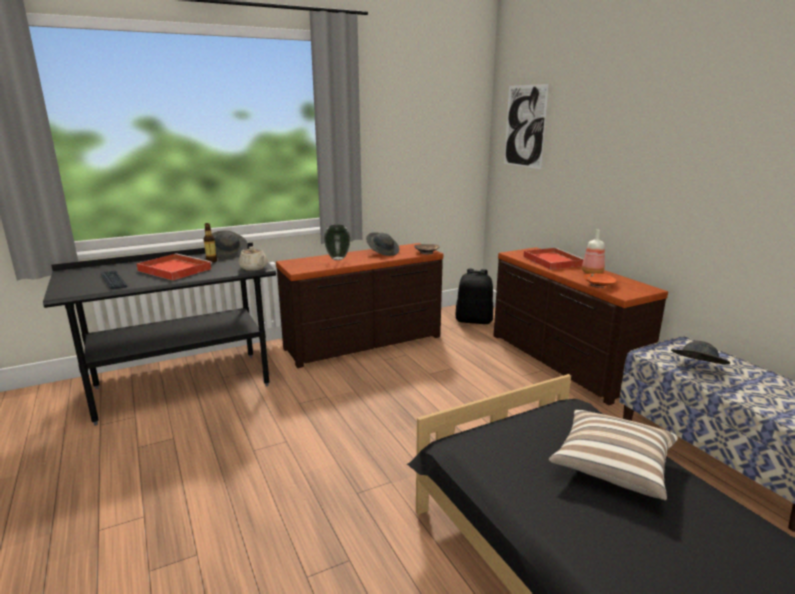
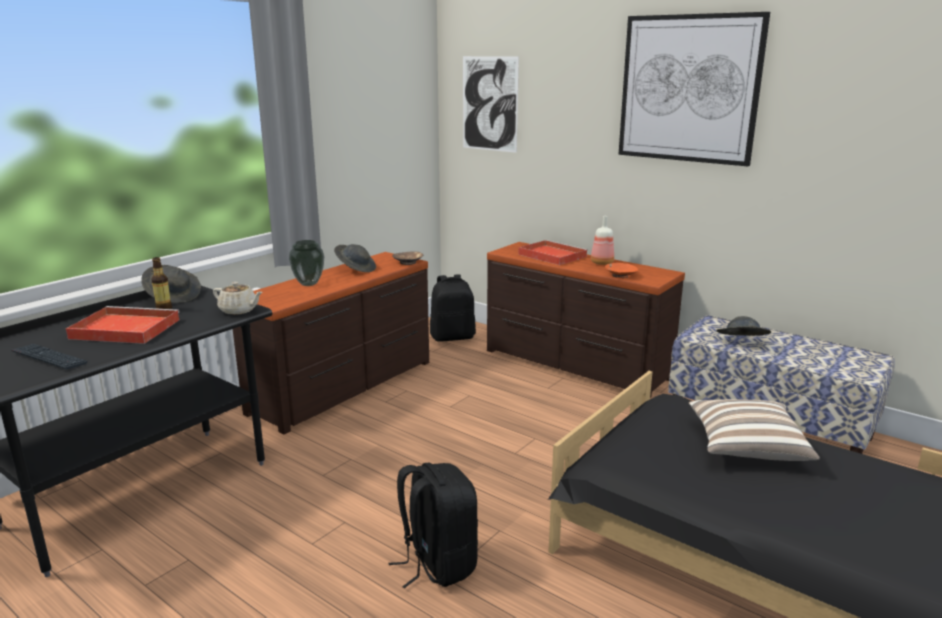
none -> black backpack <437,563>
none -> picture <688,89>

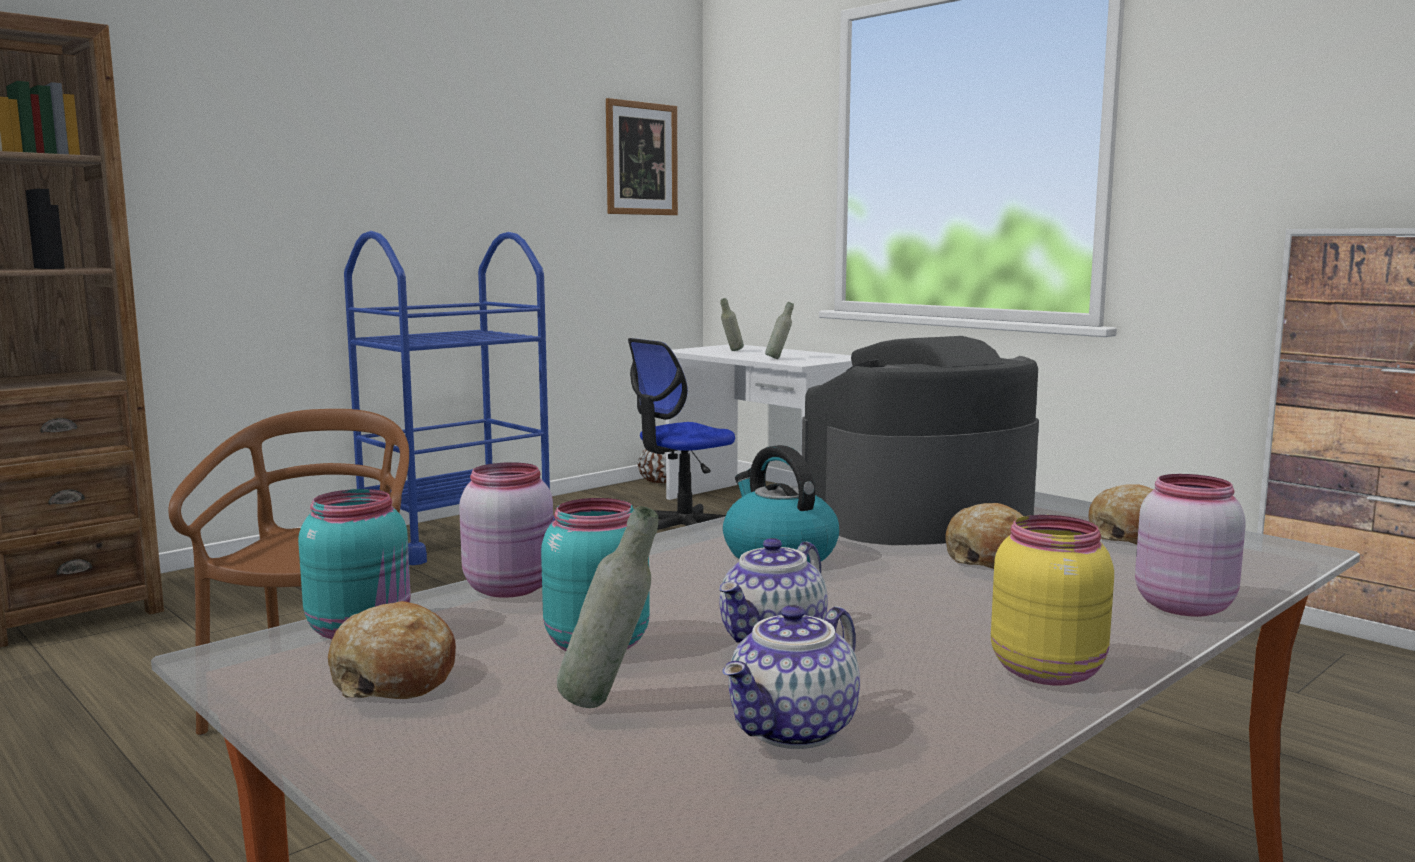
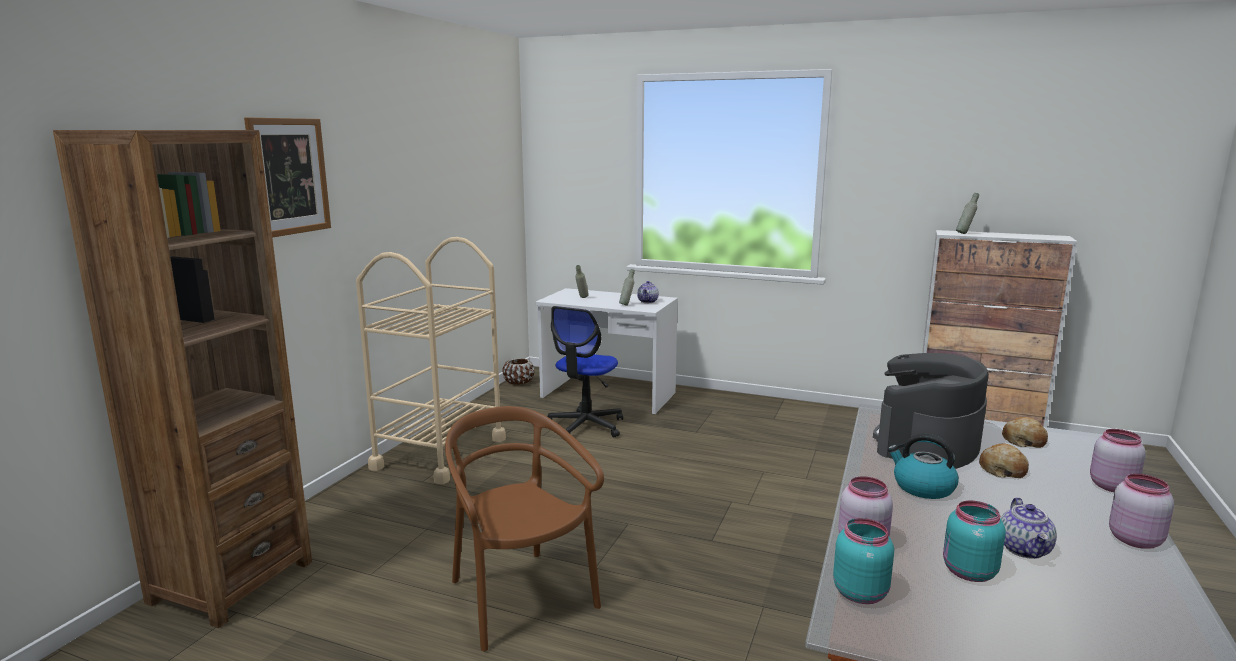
picture <641,159> -> picture <289,176>, move
bluish wheeled cart <456,536> -> beige-coloured wheeled cart <440,453>
tea pot <795,730> -> tea pot <648,301>, move
gray drink bottle <608,704> -> gray drink bottle <965,233>, move
yellowish storage jar <1047,670> -> pink storage jar <1134,539>
bakery bread <395,677> -> none

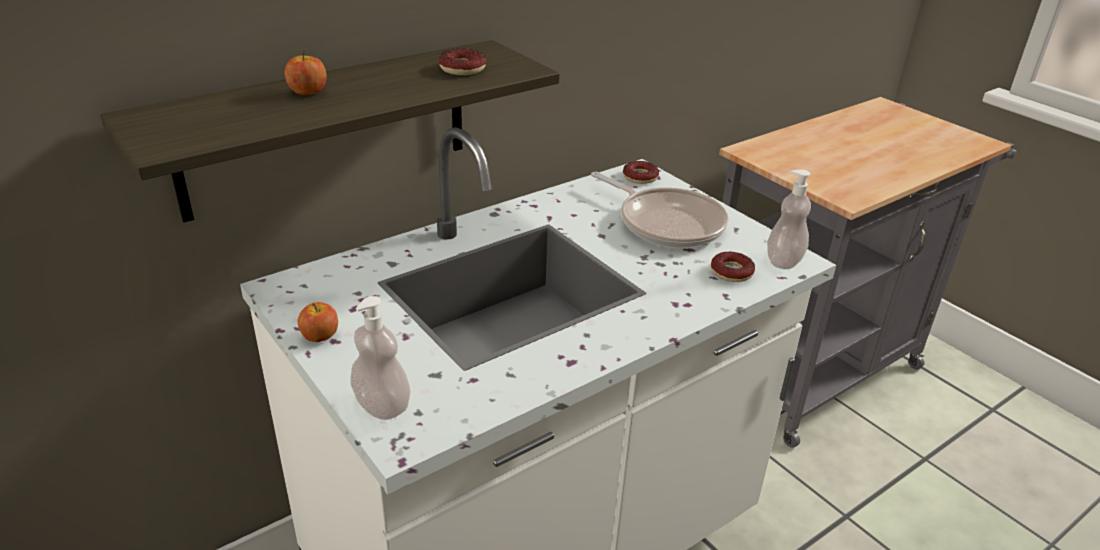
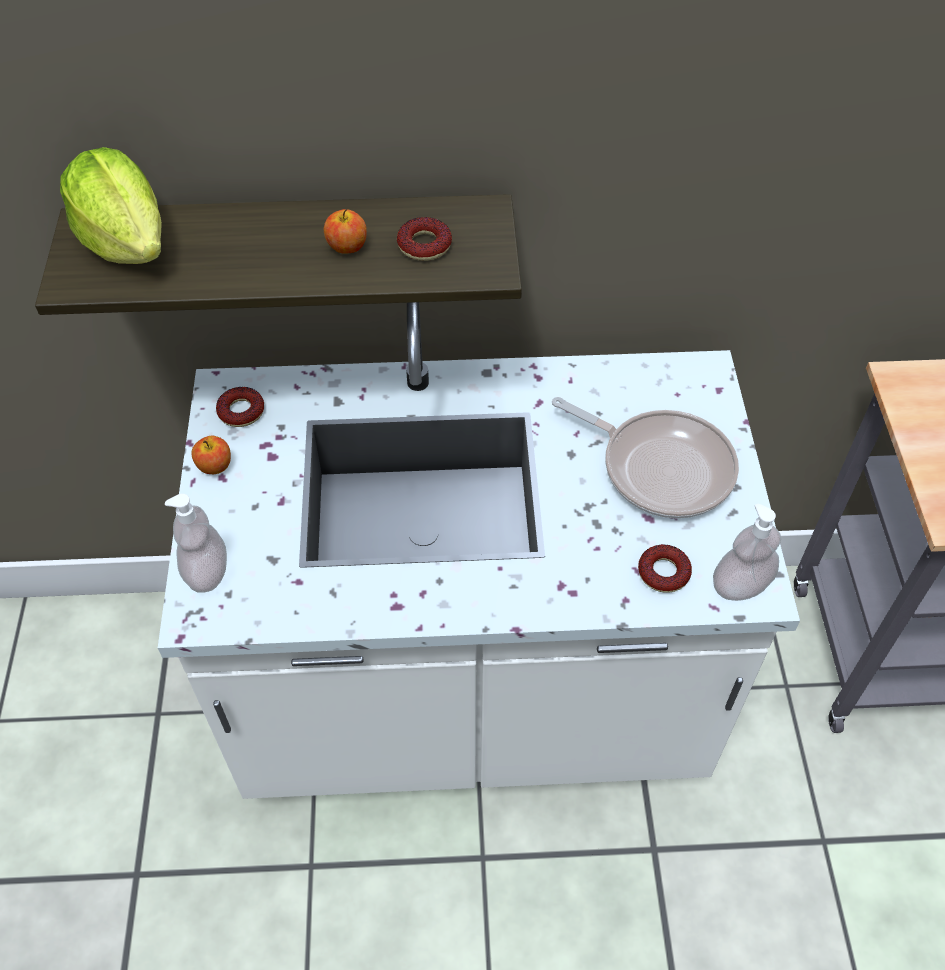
none -> lettuce head <126,242>
donut <640,177> -> donut <241,411>, move
apple <308,92> -> apple <347,247>, move
pan <666,223> -> pan <660,467>, 45 degrees counterclockwise

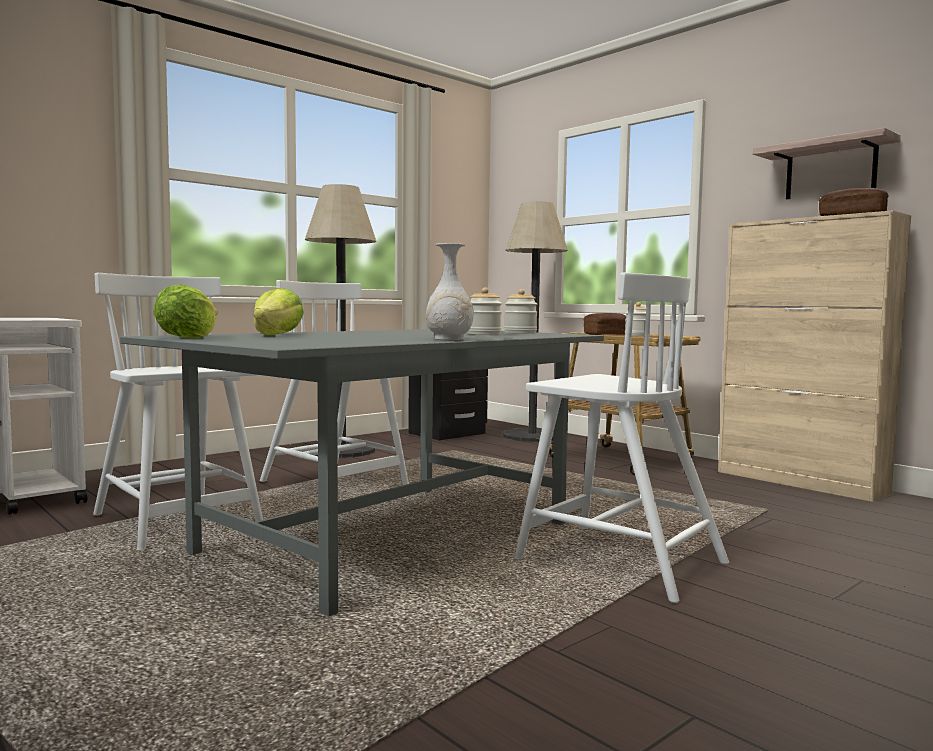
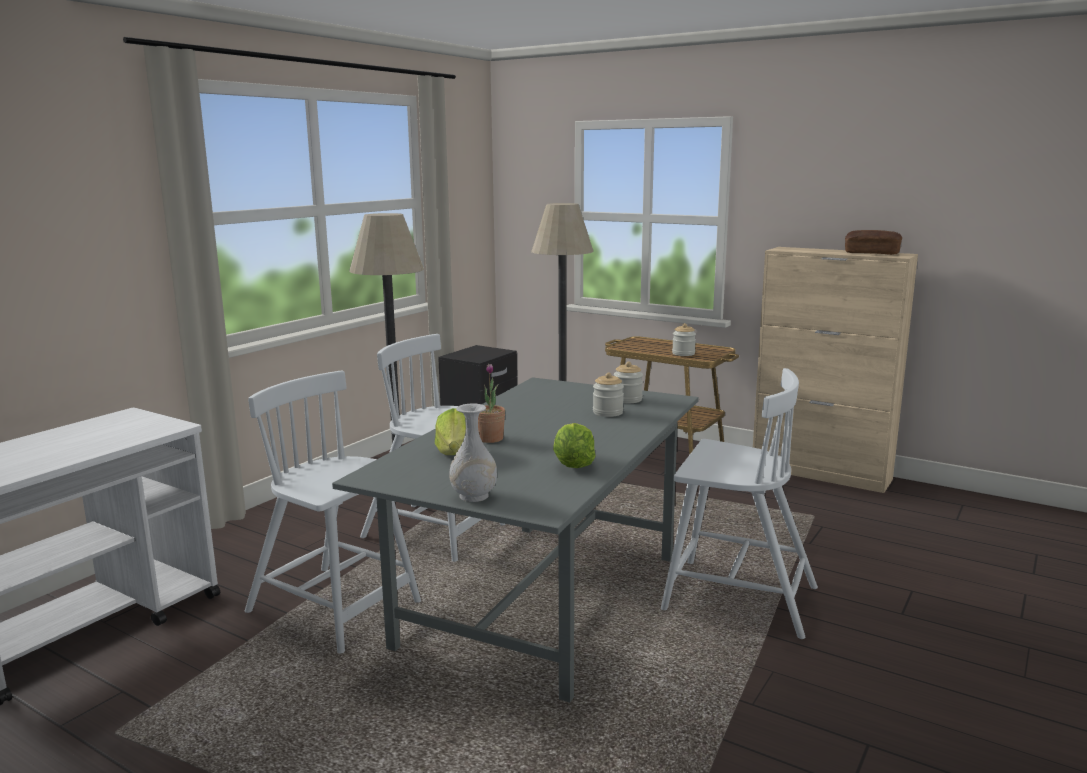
white vase <449,339> -> white vase <474,496>, move
none -> houseplant <490,439>
lettuce head <187,338> -> lettuce head <573,465>, move
bakery bread <606,334> -> none
bracket shelf <830,170> -> none

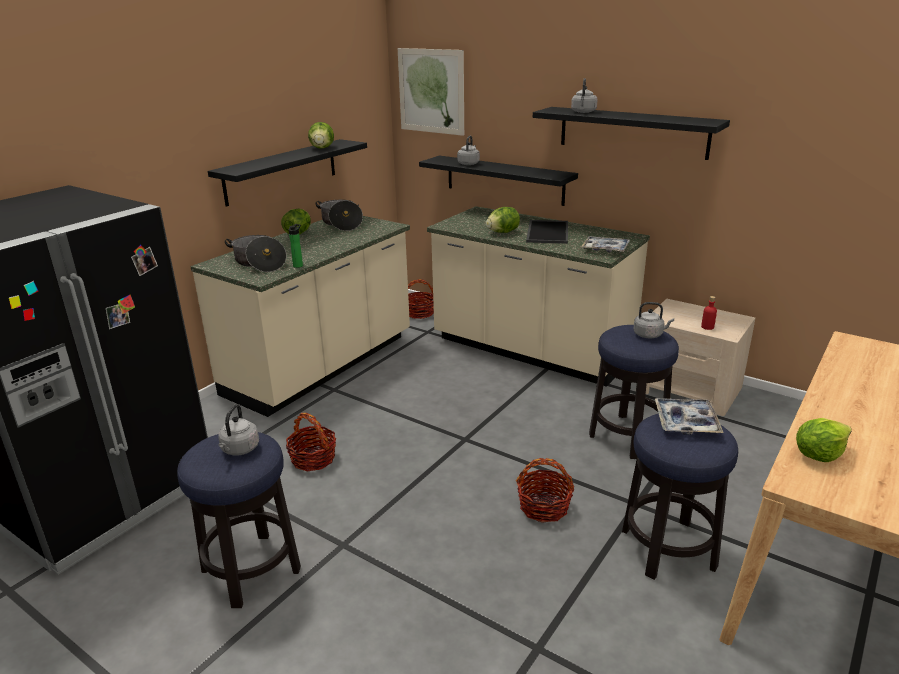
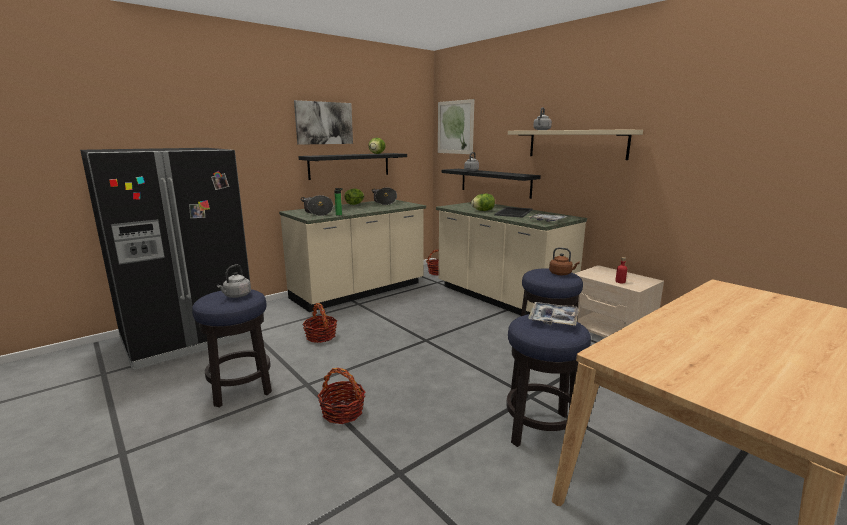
none -> picture <324,123>
household basket <544,507> -> household basket <342,412>, move
black bracket shelf <632,132> -> beige-coloured bracket shelf <576,144>
gray tea kettle <649,335> -> brown tea kettle <561,274>
lettuce head <818,455> -> none

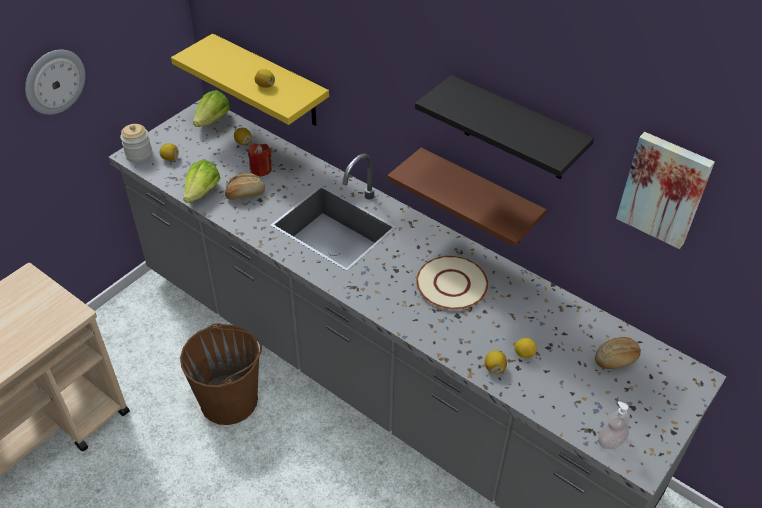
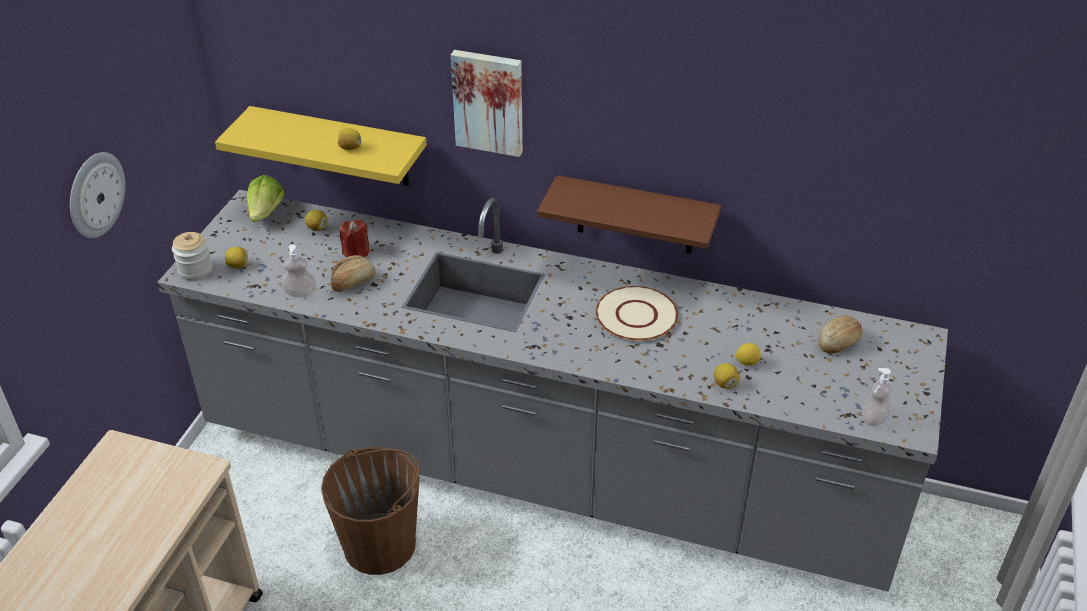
lettuce head <202,192> -> soap bottle <300,293>
picture <664,189> -> picture <489,101>, move
black bracket shelf <516,130> -> none

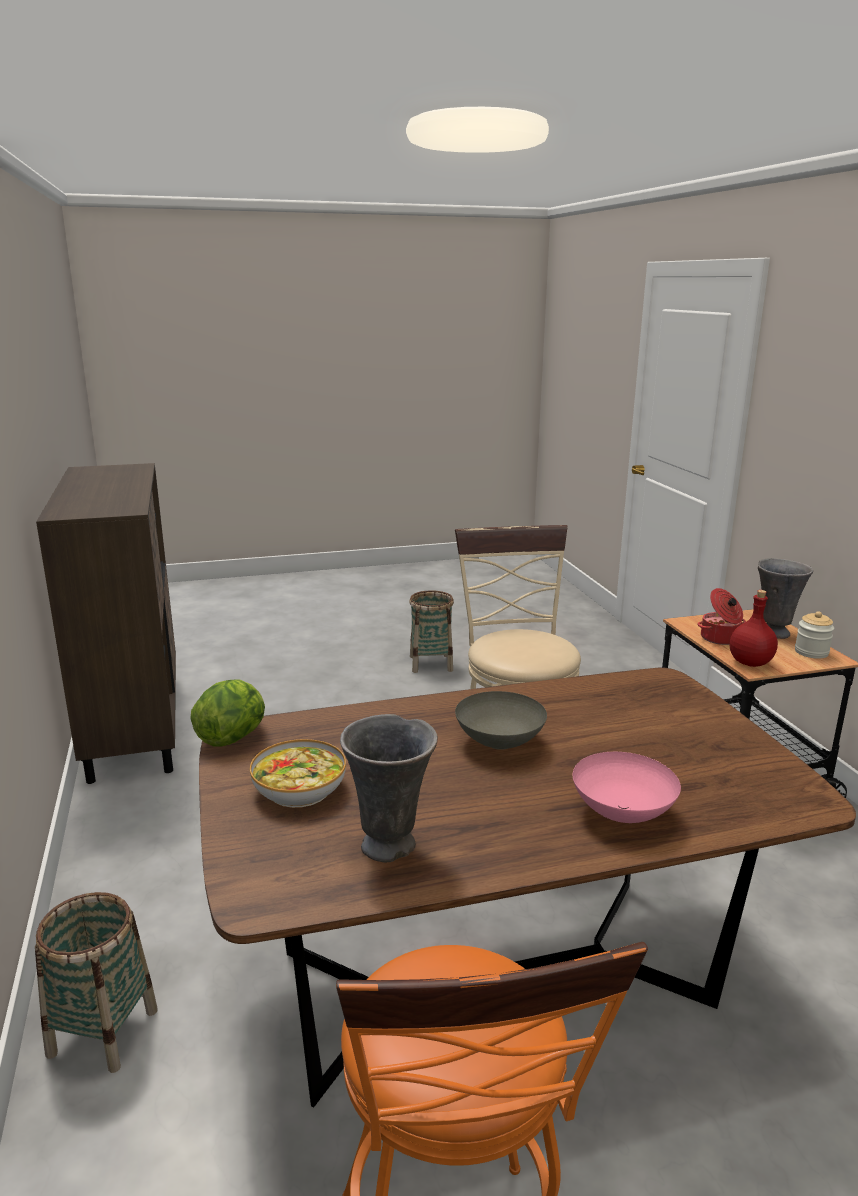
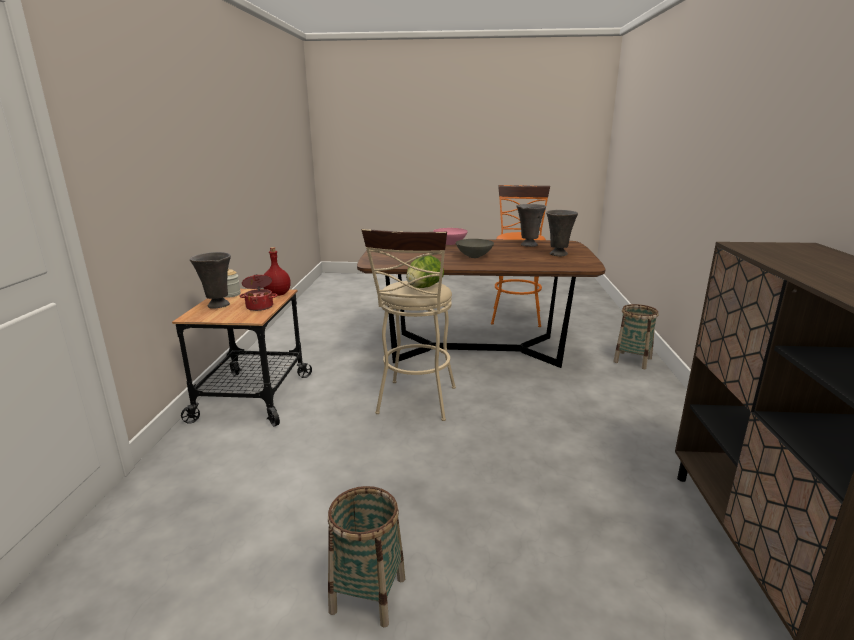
lettuce head <233,737> -> lettuce head <424,287>, move
bowl <299,789> -> gray vase <558,254>

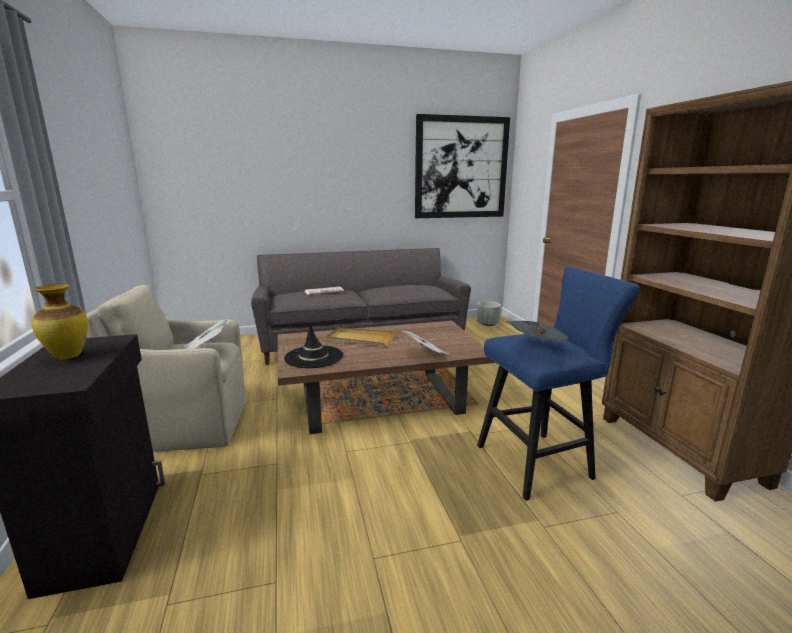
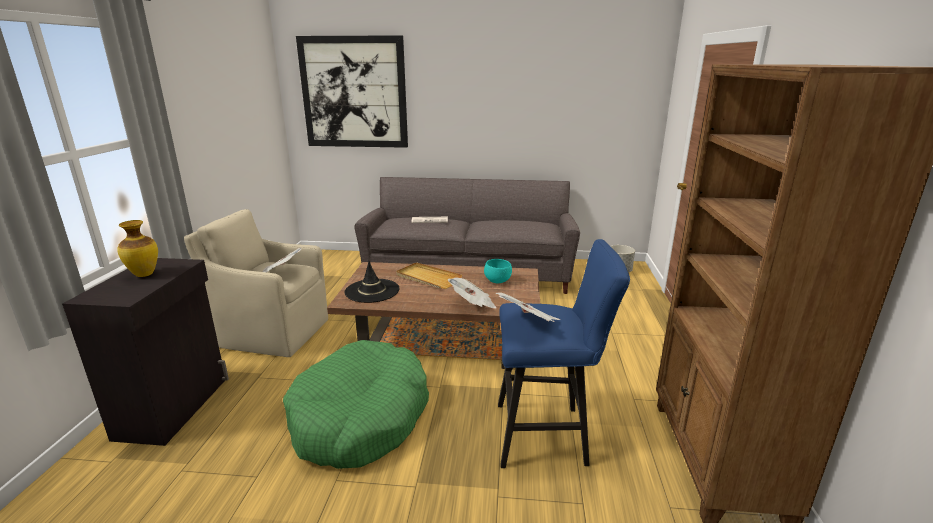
none -> green-coloured dog cushion <360,417>
picture <461,168> -> picture <354,93>, move
none -> turquoise bowl <498,281>

